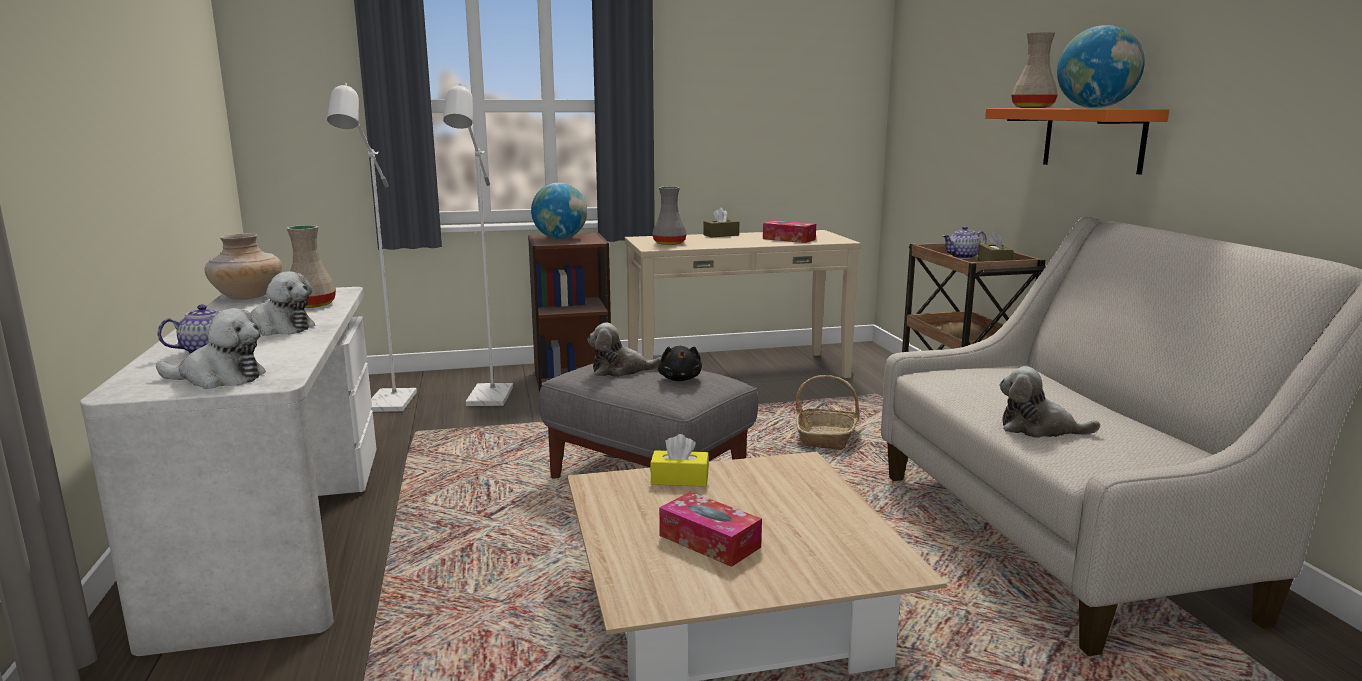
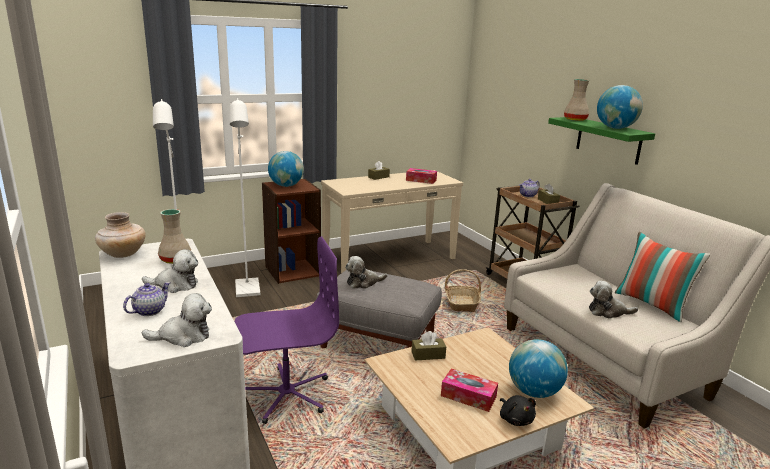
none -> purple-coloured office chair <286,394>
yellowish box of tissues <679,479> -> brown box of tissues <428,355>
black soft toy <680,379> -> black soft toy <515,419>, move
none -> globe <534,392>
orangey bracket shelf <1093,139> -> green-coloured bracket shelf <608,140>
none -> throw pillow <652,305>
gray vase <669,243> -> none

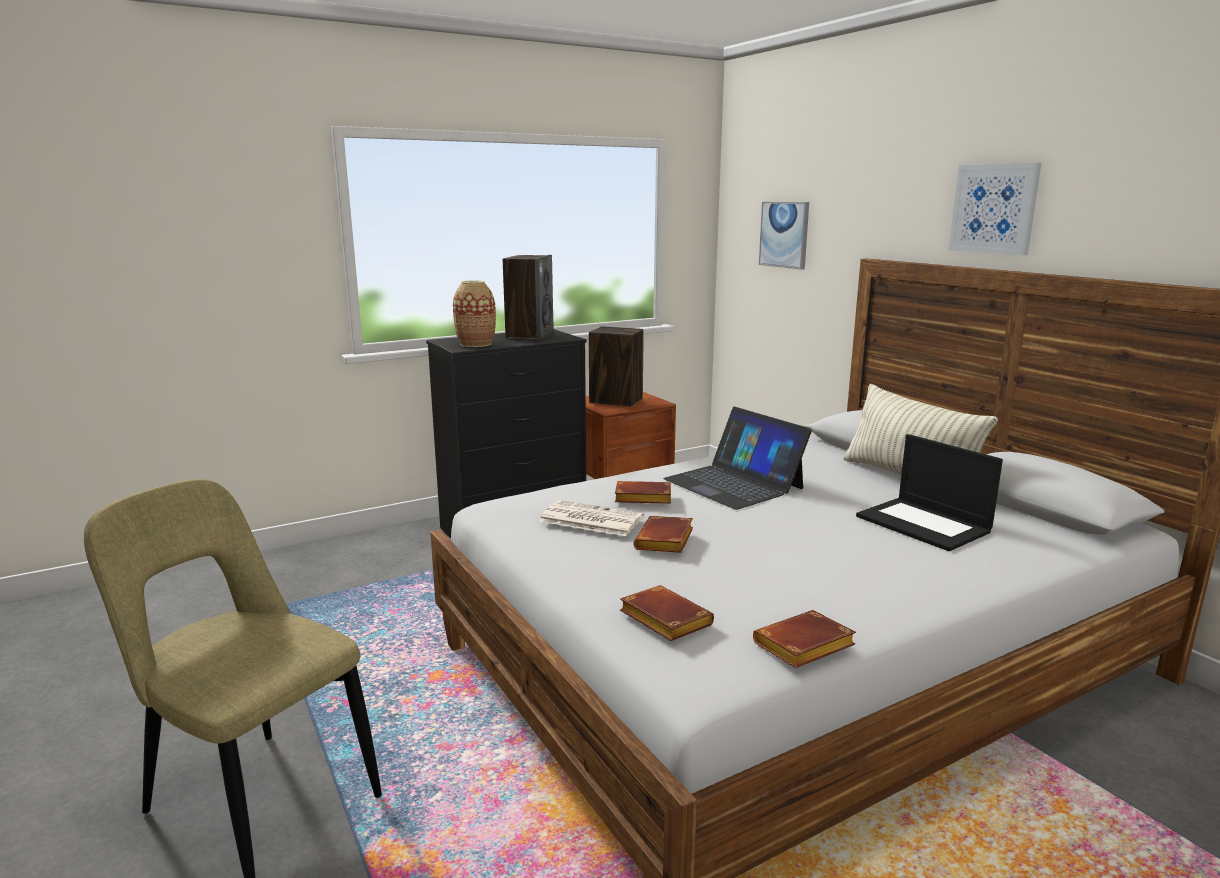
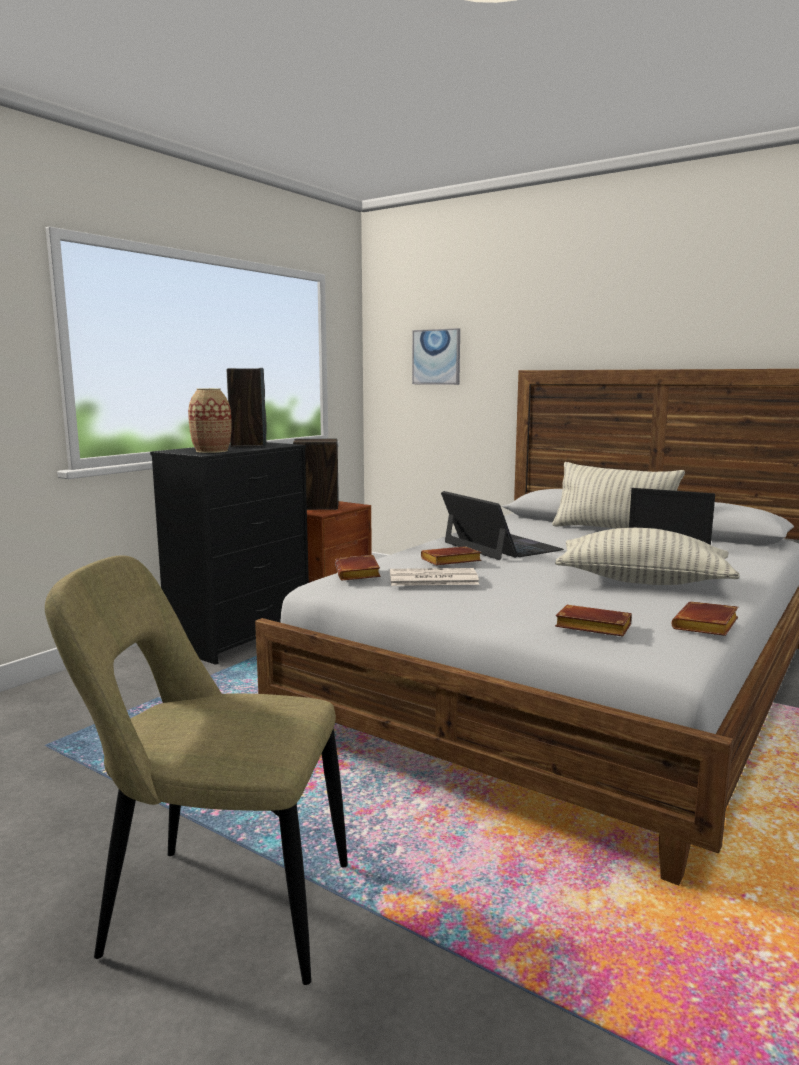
brown volume <666,541> -> brown volume <359,574>, move
notebook computer <734,483> -> notebook computer <500,546>, 150 degrees counterclockwise
none -> throw pillow <642,581>
picture <994,209> -> none

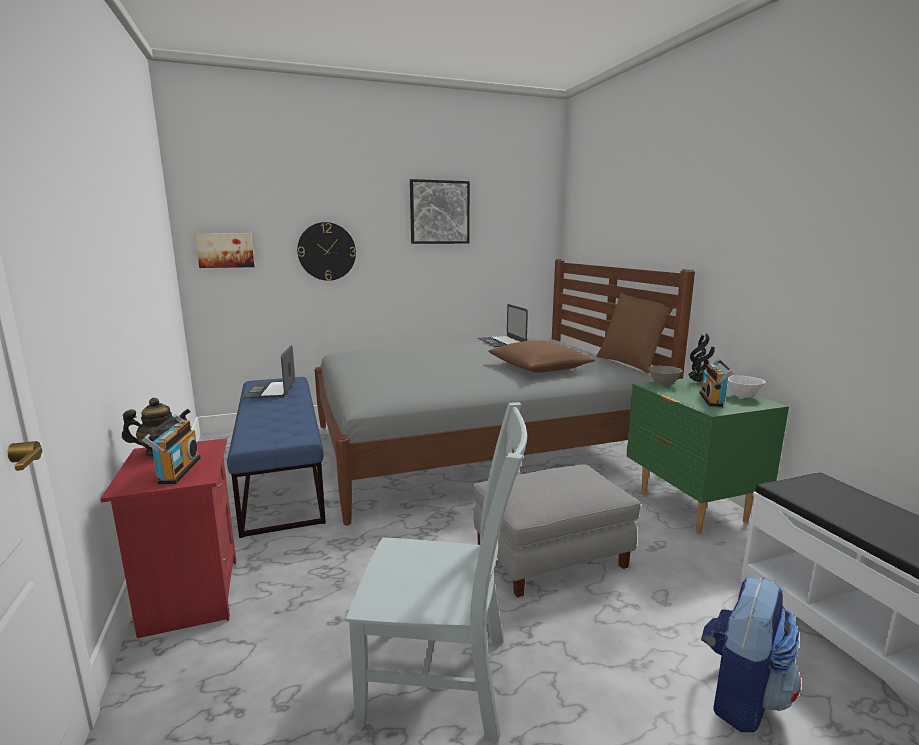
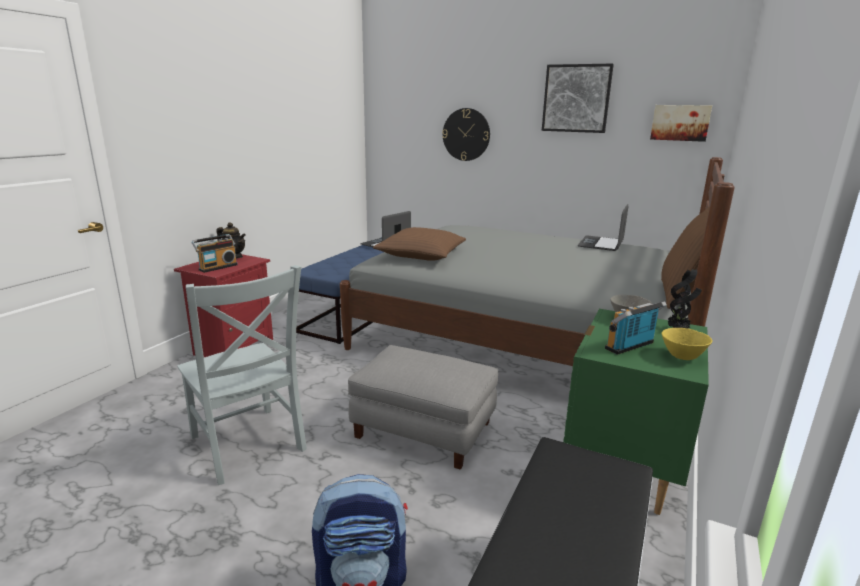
brown throw pillow <539,367> -> brown throw pillow <421,254>, move
picture <225,250> -> picture <680,122>, move
white bowl <742,396> -> yellowish bowl <682,357>

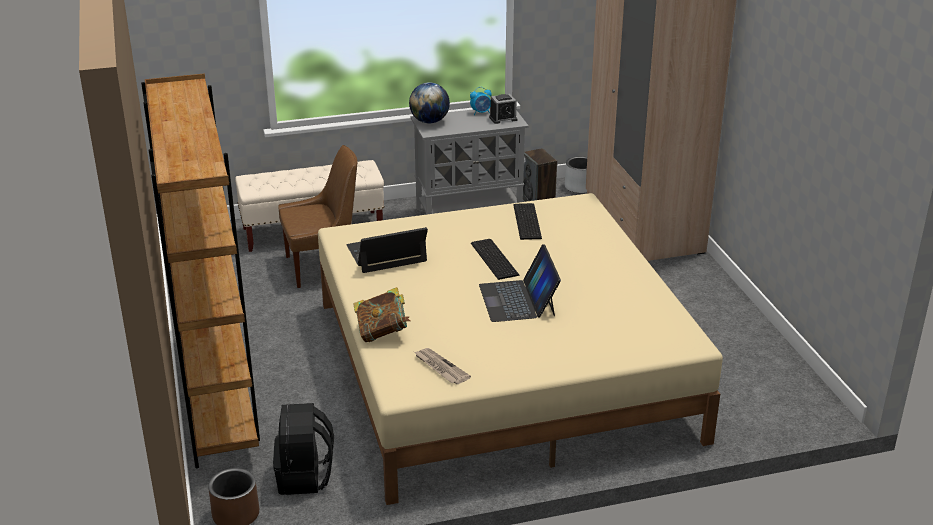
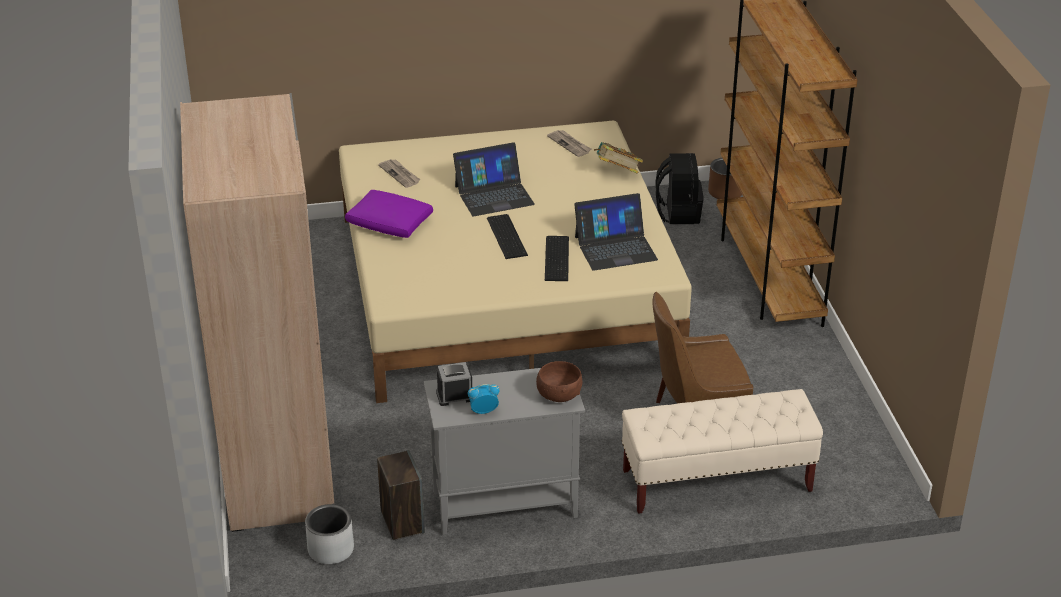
none -> purple-coloured throw pillow <389,223>
none -> newspaper <400,174>
notebook computer <518,300> -> notebook computer <494,195>, 75 degrees clockwise
globe <429,121> -> brown bowl <558,395>
keyboard <526,222> -> keyboard <558,258>, move

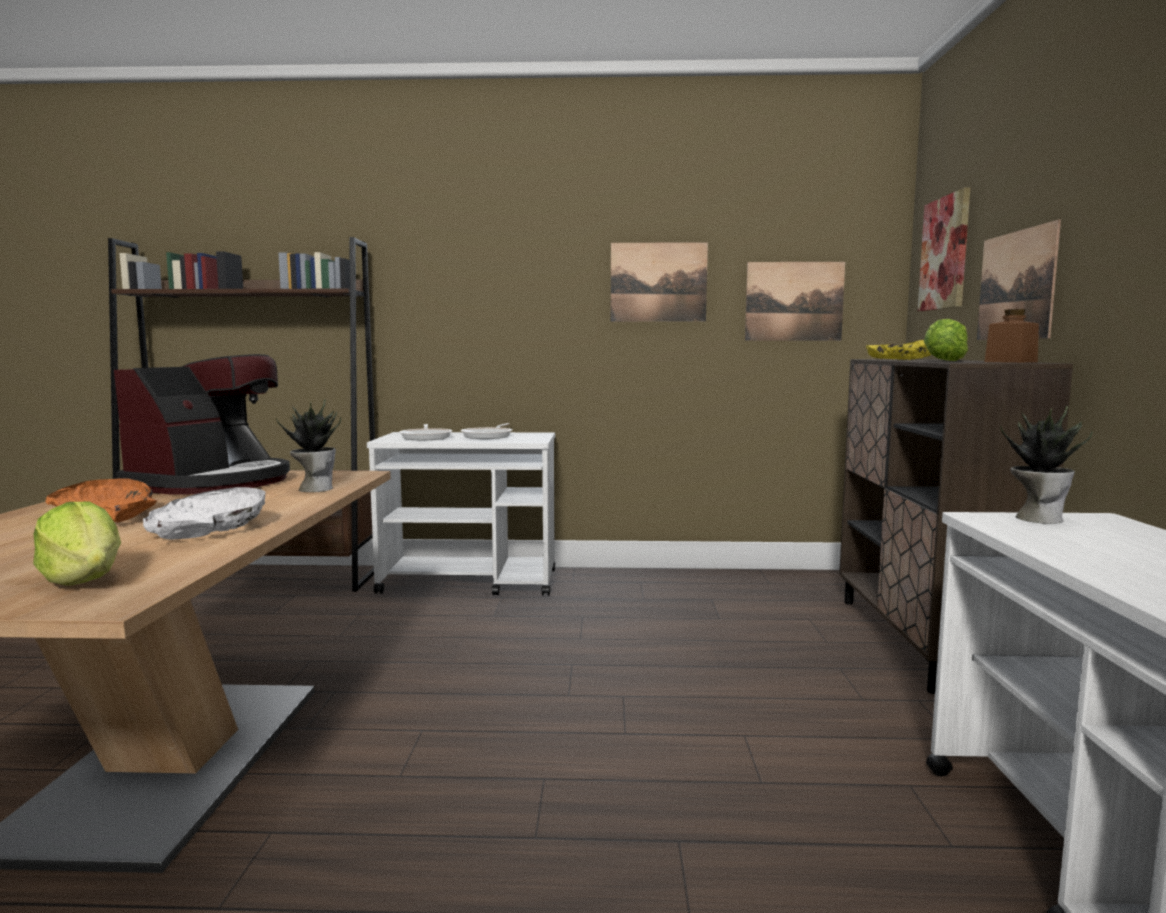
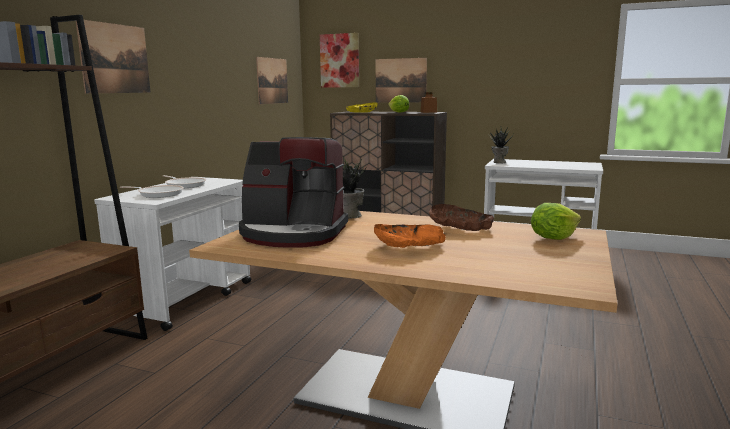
picture <658,282> -> picture <115,58>, move
coffee machine <213,482> -> coffee machine <293,233>, 150 degrees clockwise
white bowl <208,530> -> brown bowl <459,228>

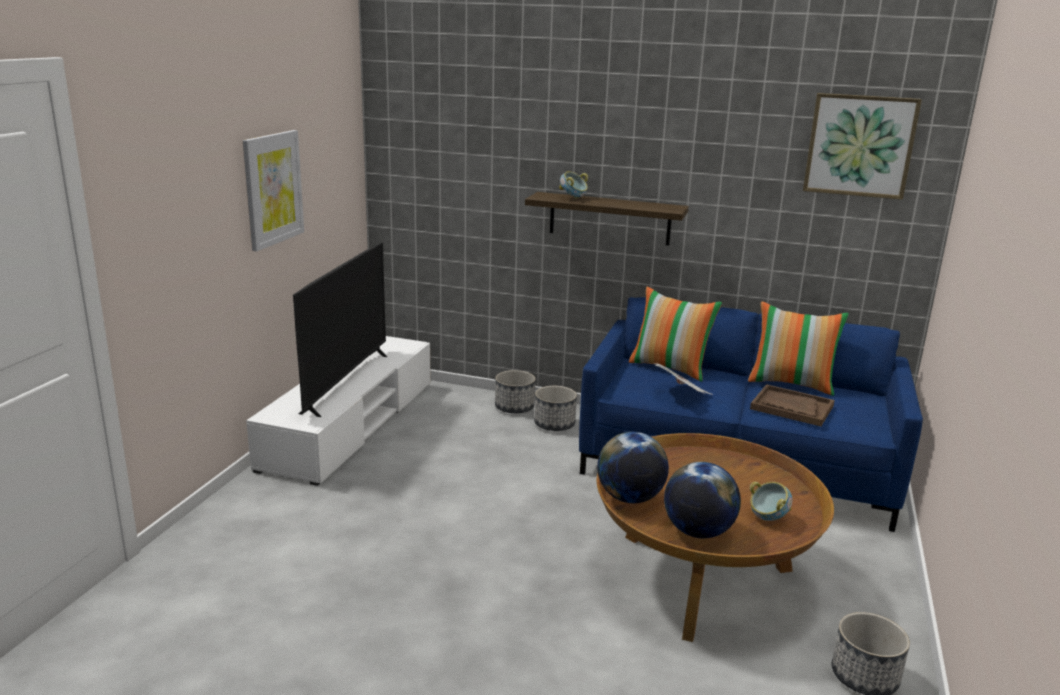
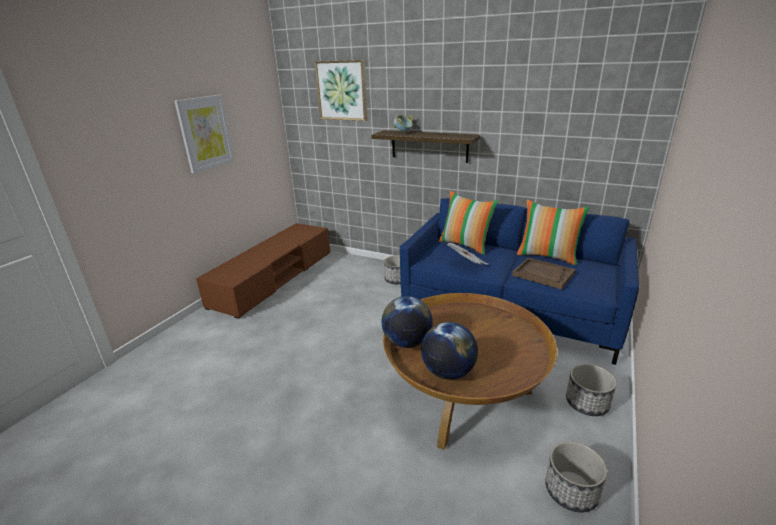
white tv stand <350,424> -> brown tv stand <274,278>
picture <859,145> -> picture <342,90>, move
flower pot <514,407> -> flower pot <586,403>, move
TV <346,383> -> none
bowl <767,518> -> none

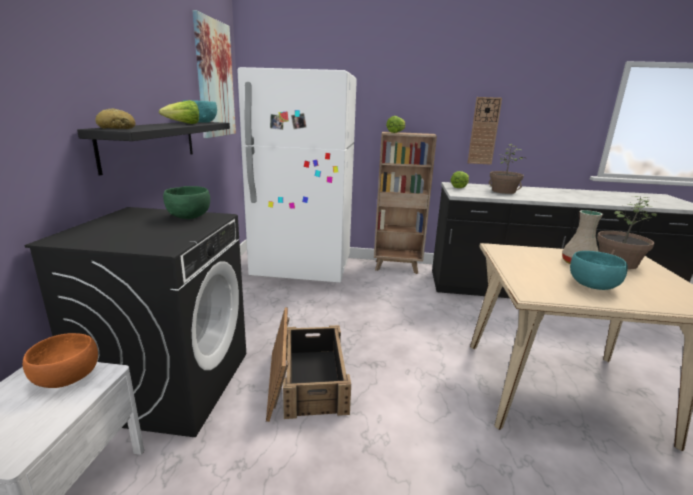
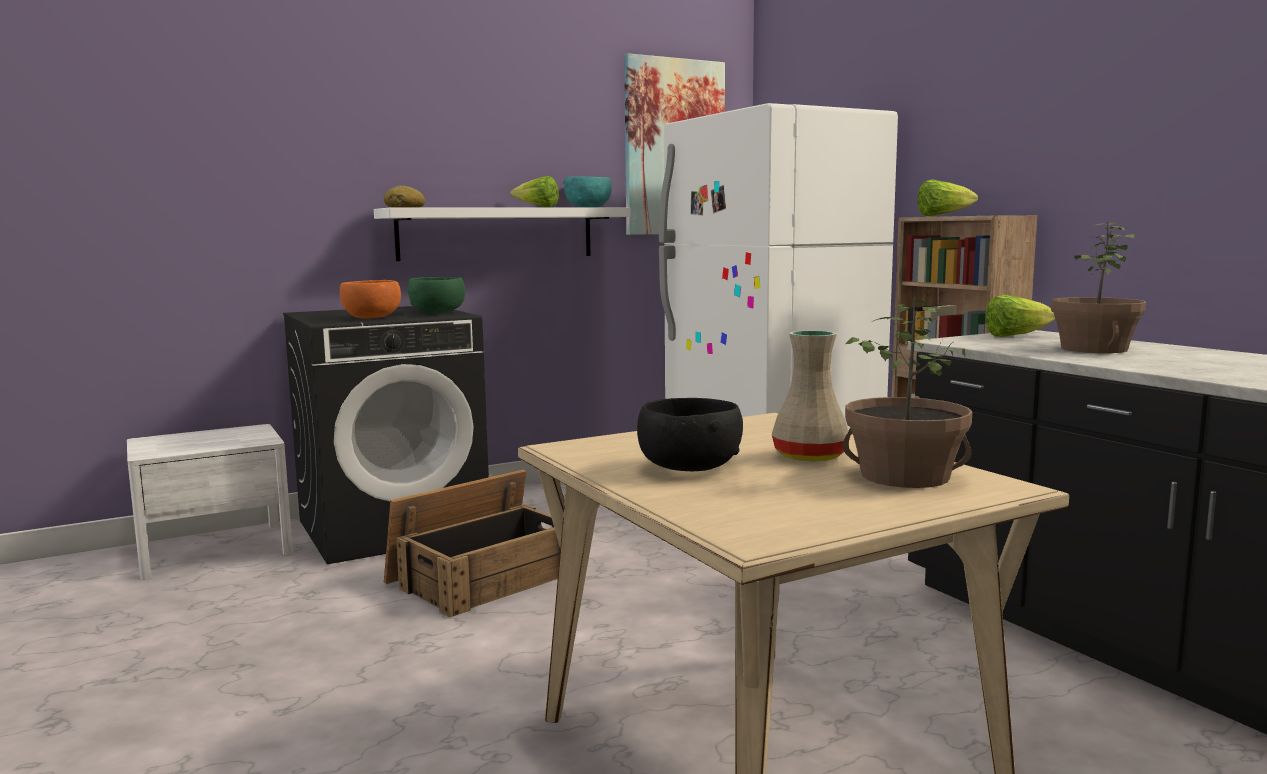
orangey bowl <67,378> -> orangey bowl <372,318>, move
black bracket shelf <151,143> -> white bracket shelf <497,233>
turquoise bowl <593,286> -> black bowl <688,468>
wall clock <484,131> -> none

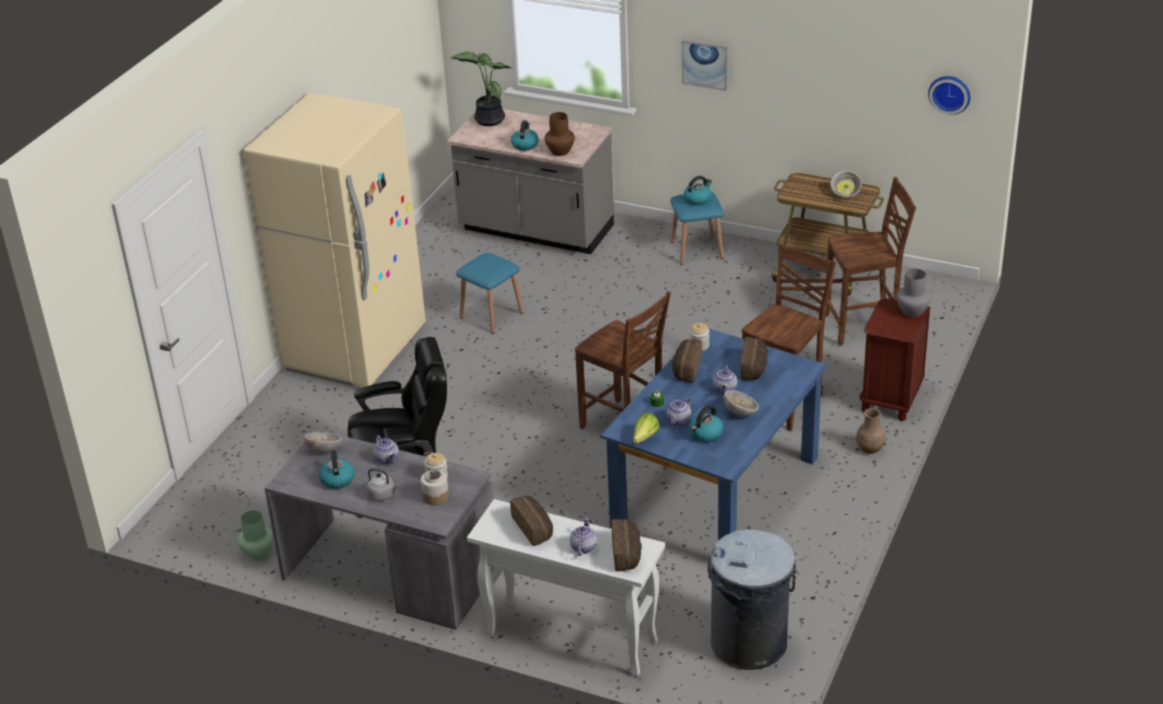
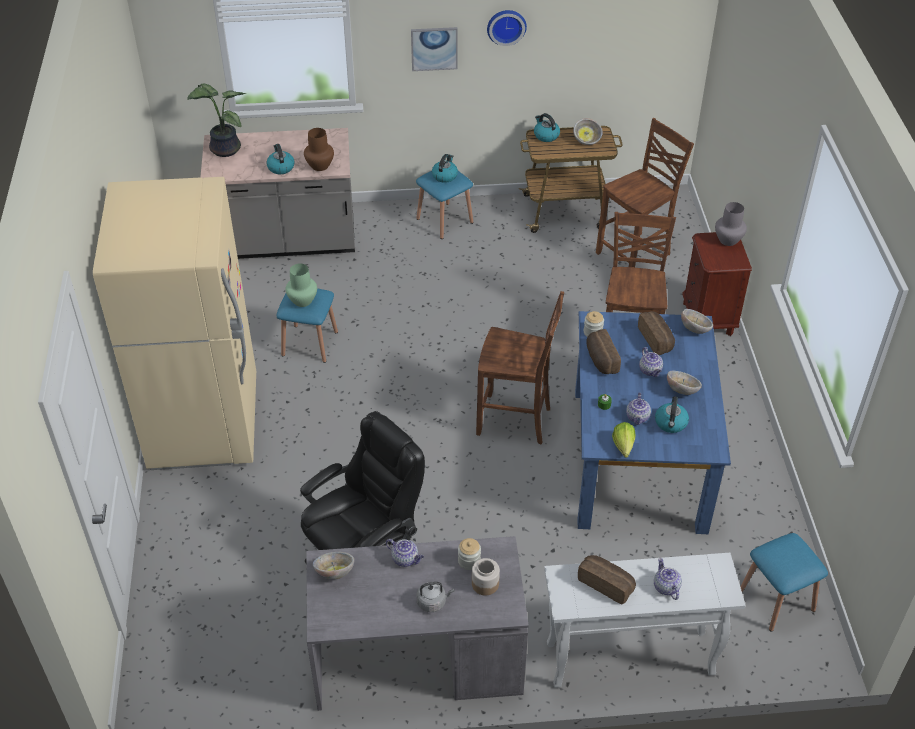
green-coloured vase <258,554> -> green-coloured vase <303,301>, move
wall clock <950,93> -> wall clock <506,26>, move
tea kettle <337,479> -> tea kettle <546,135>, move
none -> bowl <695,329>
gray trash can <749,643> -> bluish stool seat <776,600>
bakery bread <627,554> -> none
brown vase <870,449> -> none

